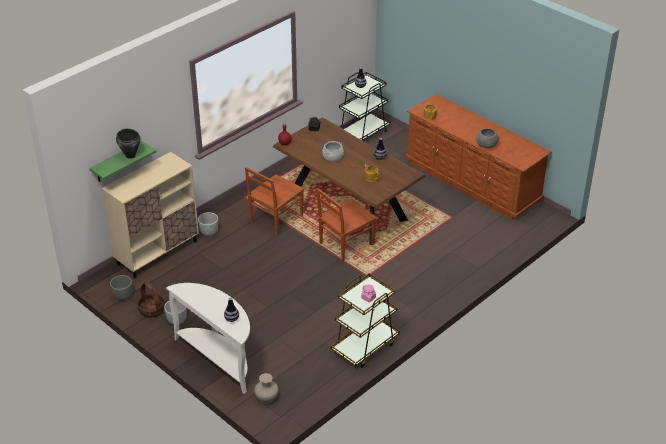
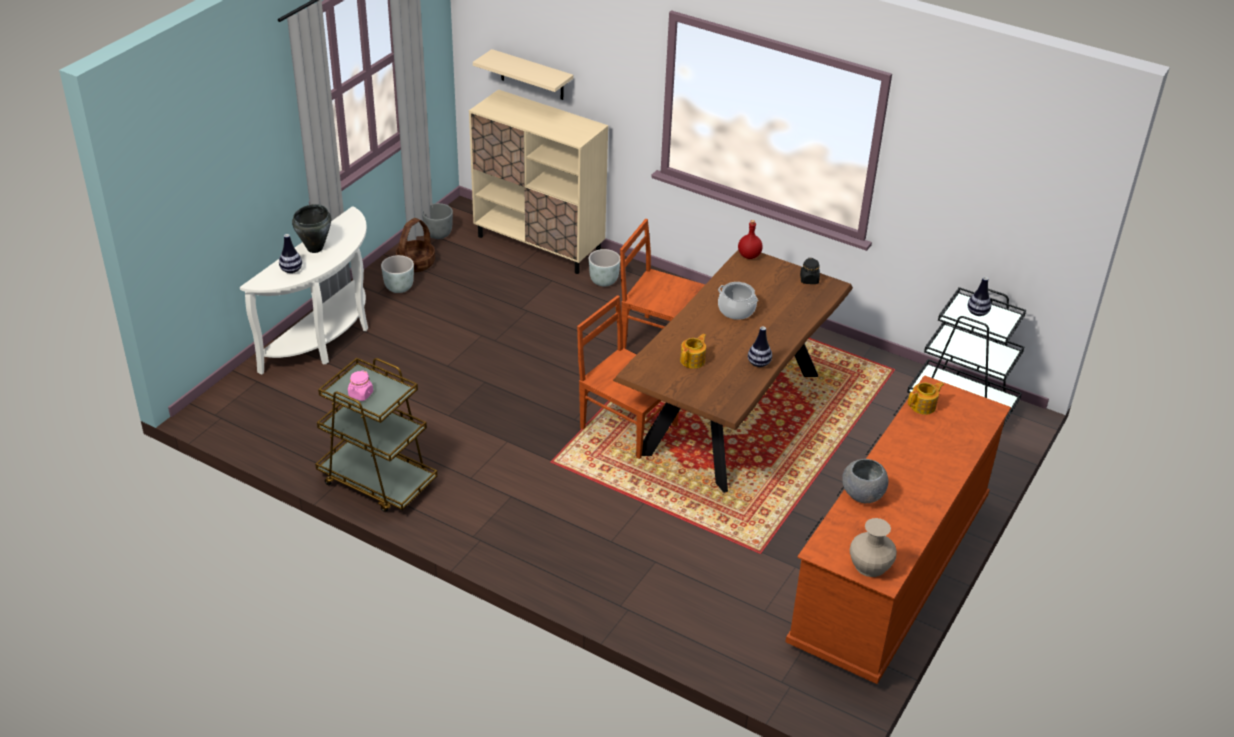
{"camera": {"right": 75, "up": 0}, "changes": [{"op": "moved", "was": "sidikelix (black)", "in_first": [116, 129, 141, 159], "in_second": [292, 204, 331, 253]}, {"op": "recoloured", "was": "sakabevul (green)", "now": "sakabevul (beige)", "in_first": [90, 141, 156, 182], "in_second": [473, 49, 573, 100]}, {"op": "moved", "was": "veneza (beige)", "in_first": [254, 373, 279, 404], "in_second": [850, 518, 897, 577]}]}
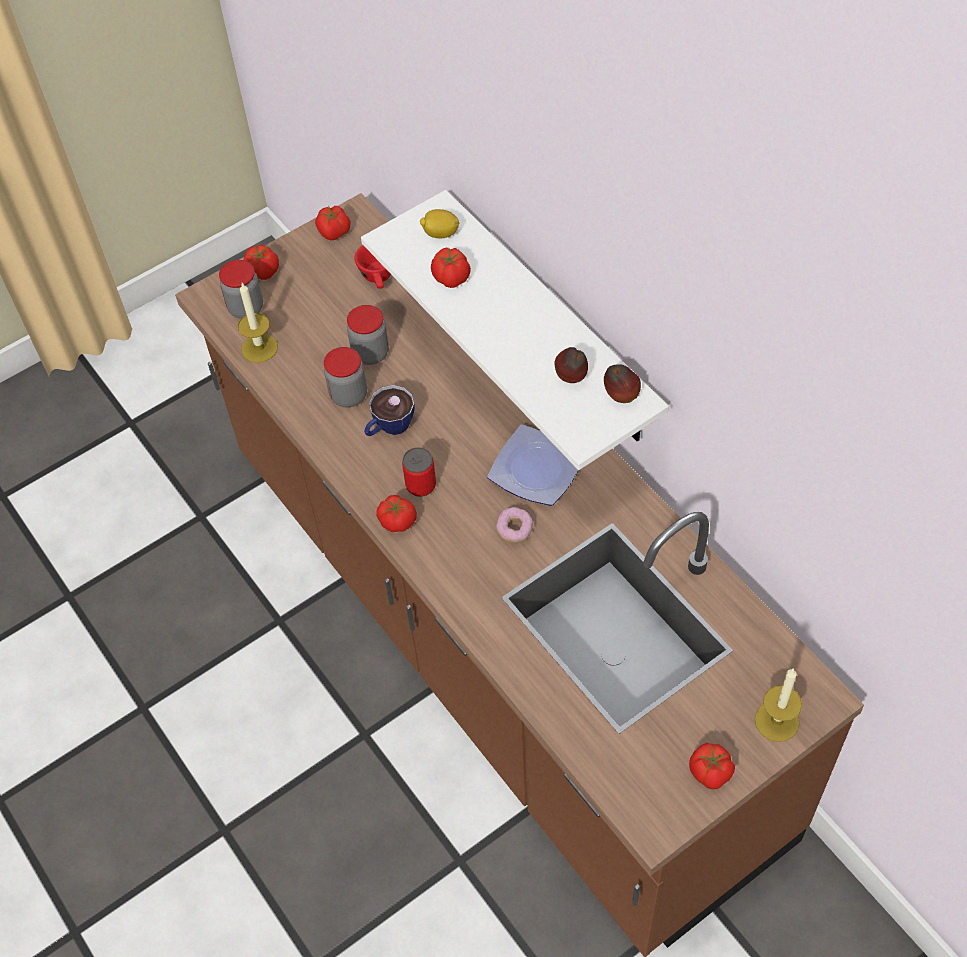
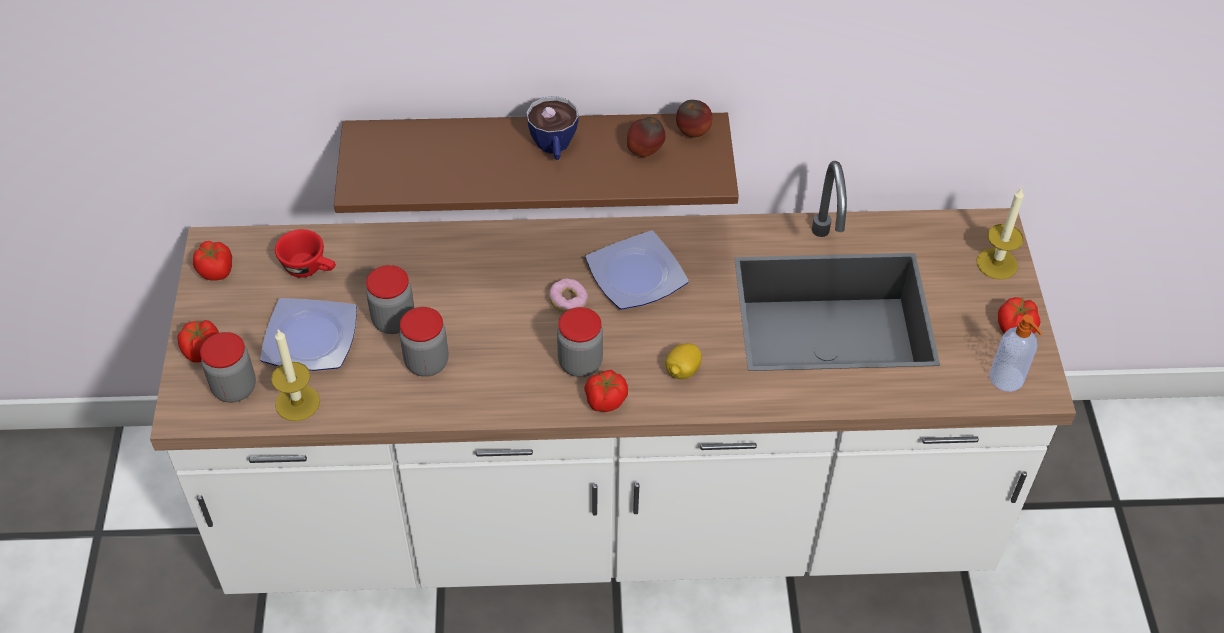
{"camera": {"right": -60, "up": -5}, "changes": [{"op": "recoloured", "was": "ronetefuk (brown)", "now": "ronetefuk (white)", "in_first": [175, 193, 864, 957], "in_second": [150, 161, 1076, 594]}, {"op": "added", "now": "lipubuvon", "in_second": [260, 298, 357, 371]}, {"op": "recoloured", "was": "sakabevul (white)", "now": "sakabevul (brown)", "in_first": [361, 190, 669, 470], "in_second": [334, 113, 739, 213]}, {"op": "moved", "was": "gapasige", "in_first": [364, 385, 415, 436], "in_second": [526, 96, 579, 160]}, {"op": "moved", "was": "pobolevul", "in_first": [496, 507, 533, 543], "in_second": [549, 278, 588, 313]}, {"op": "replaced", "was": "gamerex", "now": "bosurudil", "in_first": [402, 447, 436, 497], "in_second": [557, 307, 603, 377]}, {"op": "moved", "was": "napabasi", "in_first": [420, 209, 459, 238], "in_second": [665, 343, 702, 379]}, {"op": "added", "now": "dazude", "in_second": [989, 314, 1042, 392]}, {"op": "removed", "was": "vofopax", "in_first": [431, 247, 471, 288]}]}
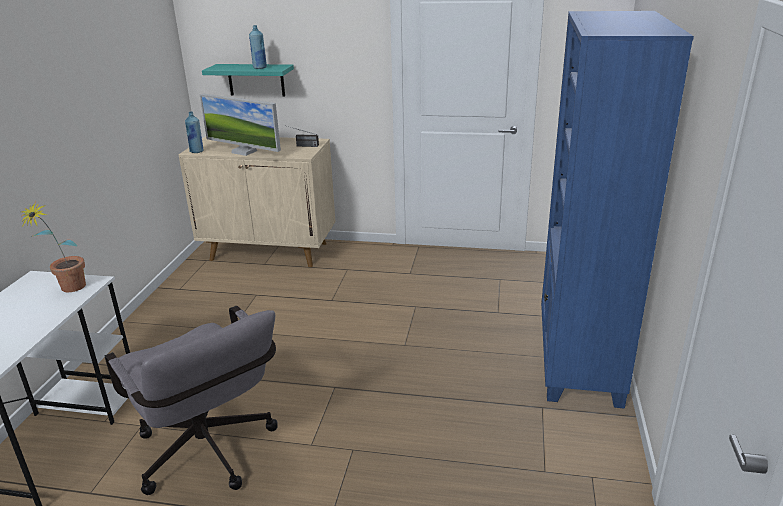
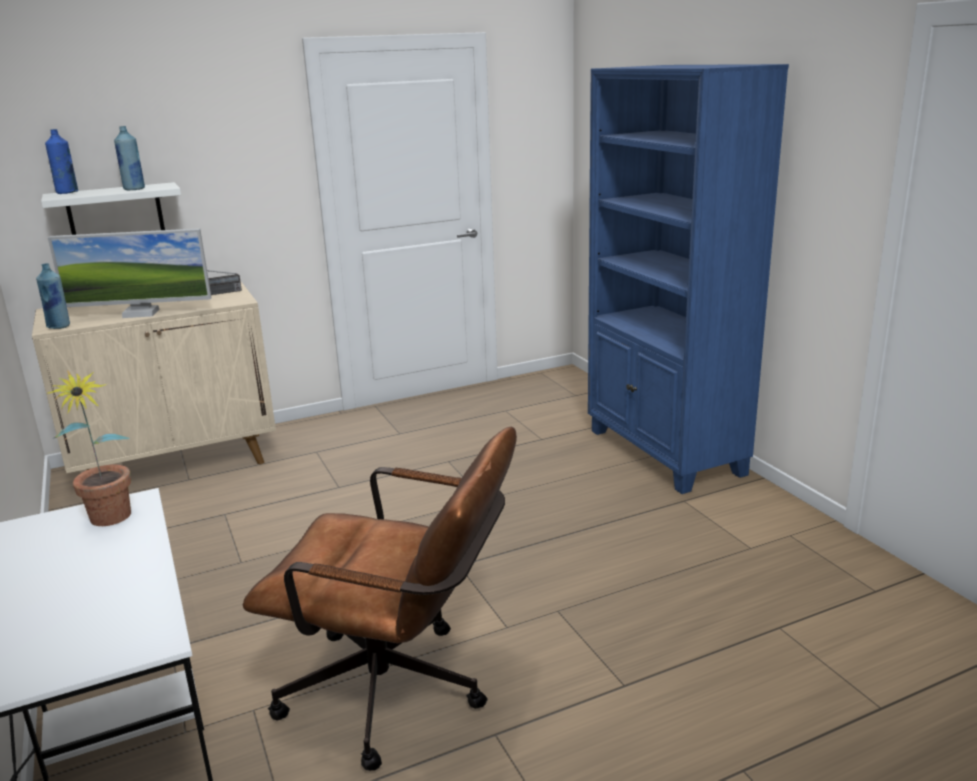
{"camera": {"right": -35, "up": -5}, "changes": [{"op": "recoloured", "was": "sakabevul (turquoise)", "now": "sakabevul (white)", "in_first": [202, 64, 294, 96], "in_second": [41, 182, 181, 235]}, {"op": "added", "now": "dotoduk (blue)", "in_second": [45, 129, 78, 194]}, {"op": "recoloured", "was": "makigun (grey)", "now": "makigun (brown)", "in_first": [105, 305, 278, 495], "in_second": [242, 426, 517, 771]}]}
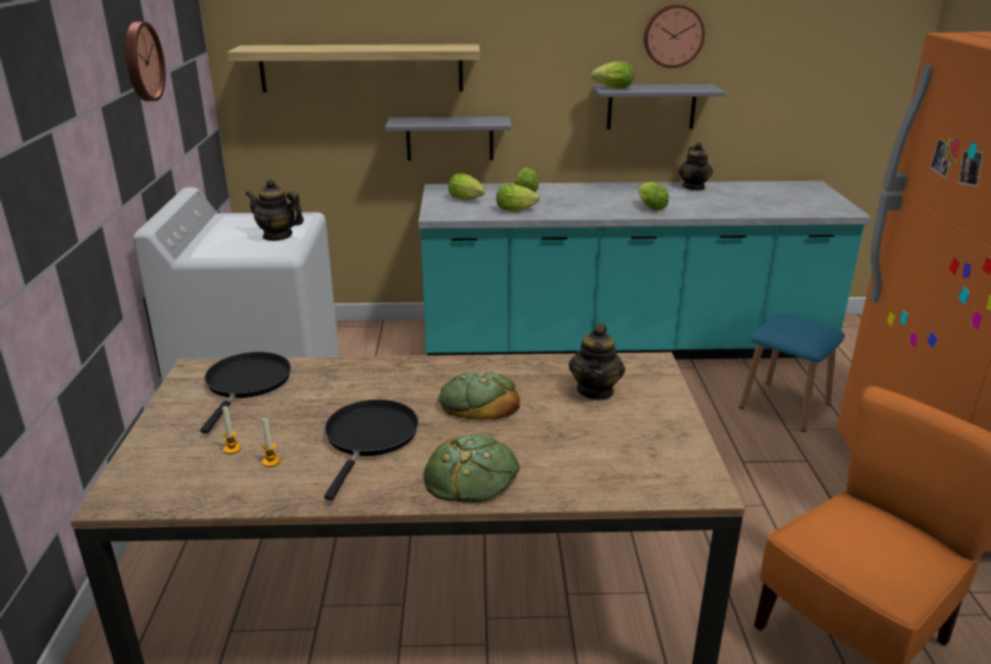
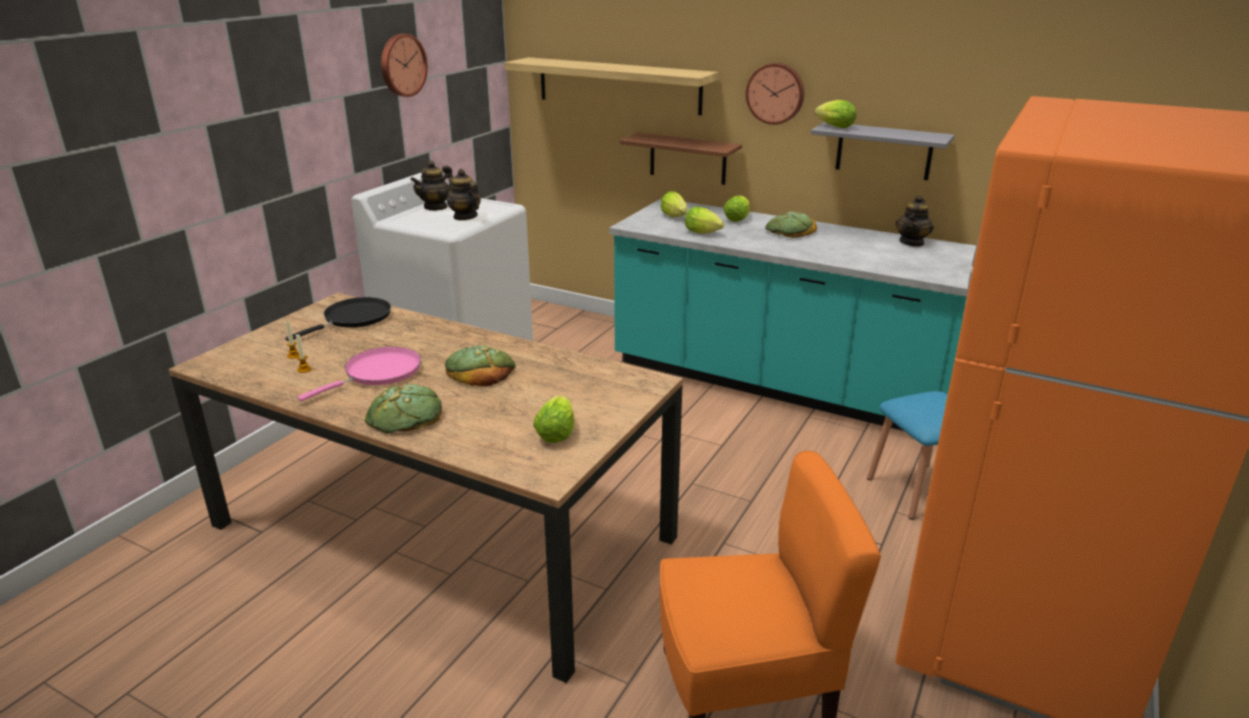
{"camera": {"right": 30, "up": 0}, "changes": [{"op": "recoloured", "was": "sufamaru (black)", "now": "sufamaru (pink)", "in_first": [324, 399, 419, 500], "in_second": [298, 347, 421, 401]}, {"op": "moved", "was": "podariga", "in_first": [569, 324, 625, 400], "in_second": [410, 161, 453, 211]}, {"op": "moved", "was": "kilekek", "in_first": [638, 182, 669, 211], "in_second": [533, 396, 574, 443]}, {"op": "recoloured", "was": "sakabevul (grey)", "now": "sakabevul (brown)", "in_first": [385, 117, 512, 161], "in_second": [619, 133, 742, 185]}, {"op": "moved", "was": "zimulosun", "in_first": [644, 4, 705, 68], "in_second": [746, 63, 804, 125]}, {"op": "added", "now": "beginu", "in_second": [765, 212, 817, 238]}]}
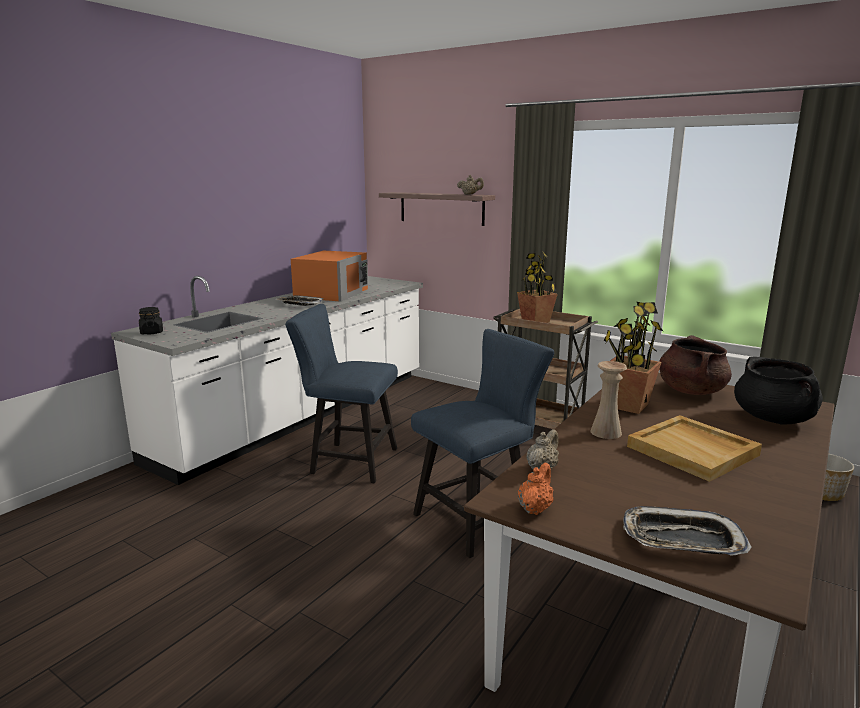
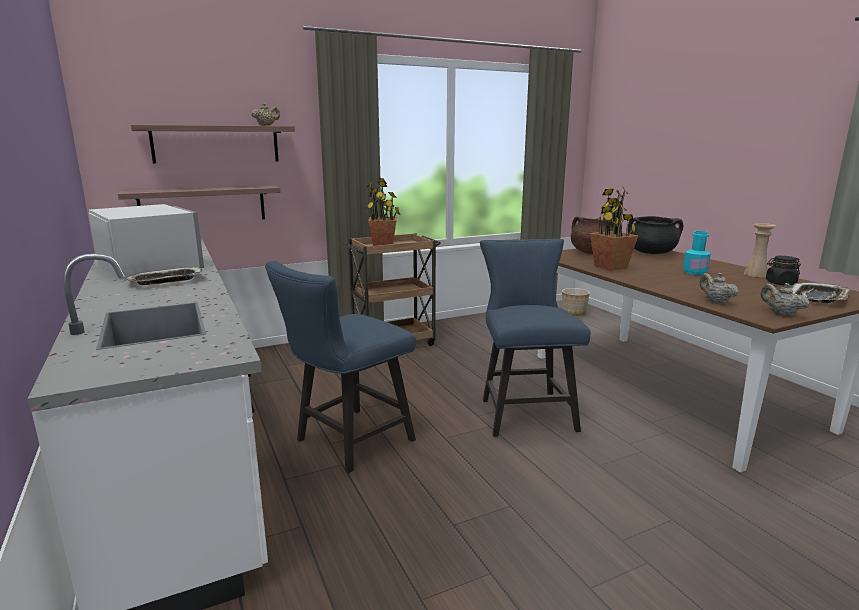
{"camera": {"right": -60, "up": 0}, "changes": [{"op": "recoloured", "was": "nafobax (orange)", "now": "nafobax (white)", "in_first": [291, 251, 368, 302], "in_second": [88, 204, 204, 280]}, {"op": "added", "now": "sakabevul", "in_second": [118, 186, 281, 219]}, {"op": "replaced", "was": "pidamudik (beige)", "now": "dotoduk (turquoise)", "in_first": [627, 415, 762, 482], "in_second": [683, 231, 711, 275]}, {"op": "moved", "was": "veneza (beige)", "in_first": [591, 361, 627, 439], "in_second": [744, 223, 776, 277]}, {"op": "recoloured", "was": "podariga (orange)", "now": "podariga (beige)", "in_first": [518, 463, 554, 515], "in_second": [760, 283, 810, 316]}, {"op": "moved", "was": "bosurudil (black)", "in_first": [139, 307, 163, 334], "in_second": [766, 256, 801, 285]}]}
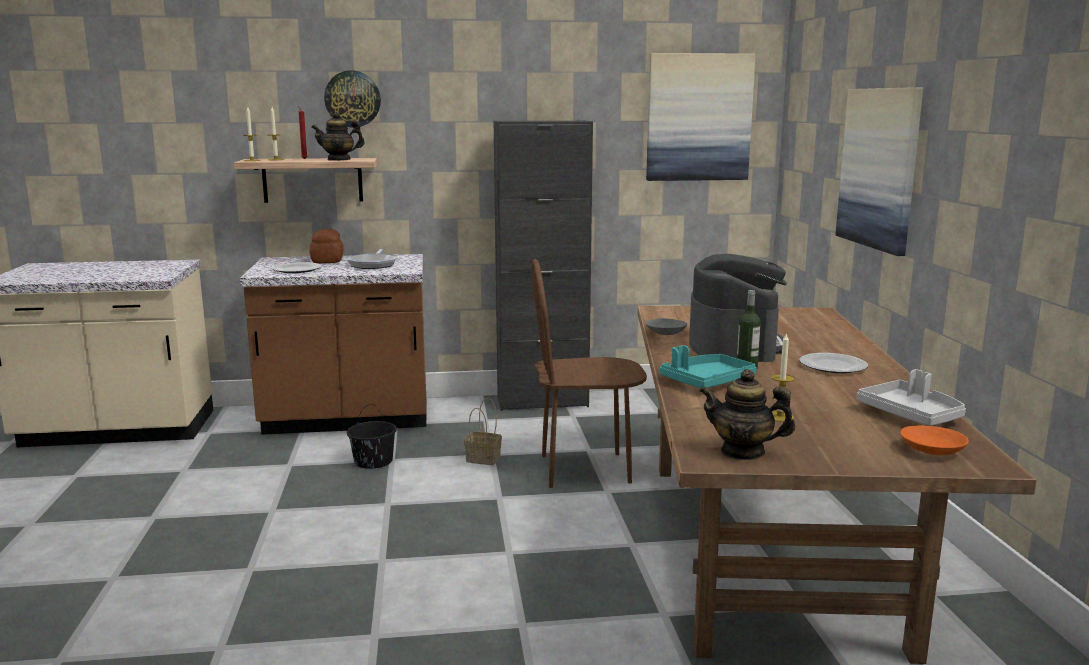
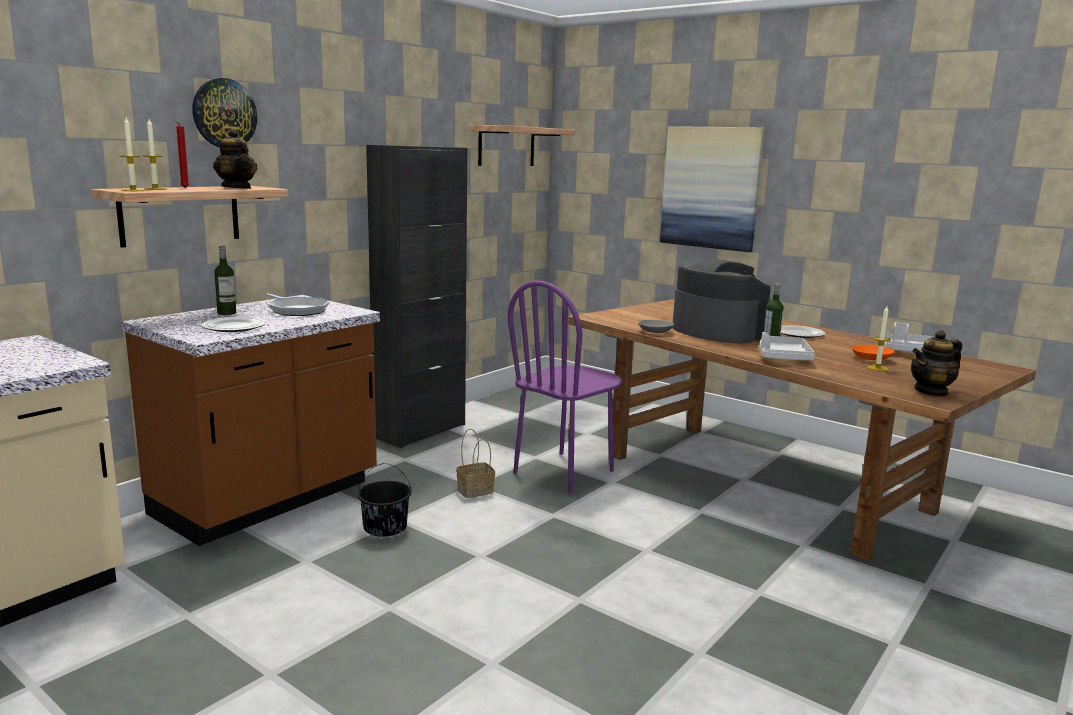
{"camera": {"right": -45, "up": 0}, "changes": [{"op": "turned", "was": "podariga", "in_first": [311, 112, 365, 161], "in_second": [213, 129, 257, 189], "clockwise": -75}, {"op": "replaced", "was": "beginu", "now": "dotoduk", "in_first": [309, 229, 344, 263], "in_second": [214, 246, 236, 315]}, {"op": "replaced", "was": "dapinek", "now": "sakabevul", "in_first": [646, 53, 756, 181], "in_second": [469, 125, 575, 166]}, {"op": "recoloured", "was": "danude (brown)", "now": "danude (purple)", "in_first": [532, 259, 647, 488], "in_second": [508, 280, 622, 494]}, {"op": "recoloured", "was": "pidamudik (turquoise)", "now": "pidamudik (grey)", "in_first": [660, 345, 757, 388], "in_second": [759, 332, 815, 361]}, {"op": "moved", "was": "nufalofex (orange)", "in_first": [900, 426, 969, 455], "in_second": [852, 345, 895, 361]}]}
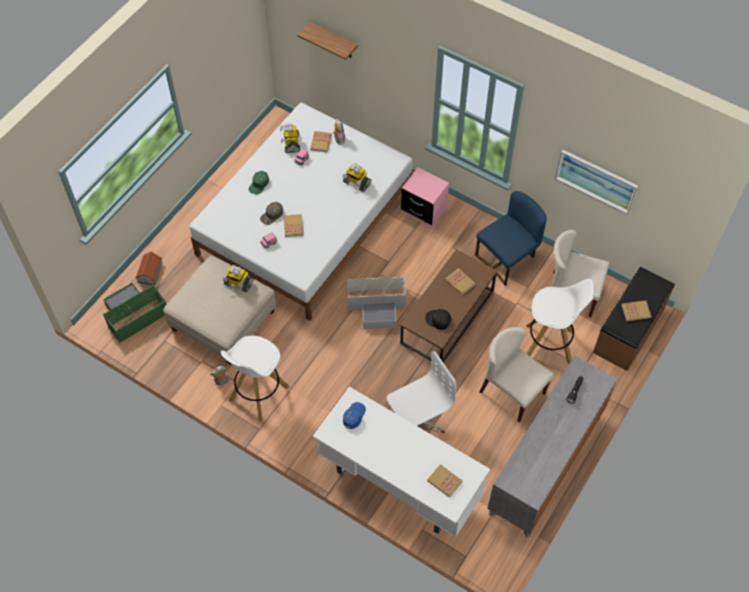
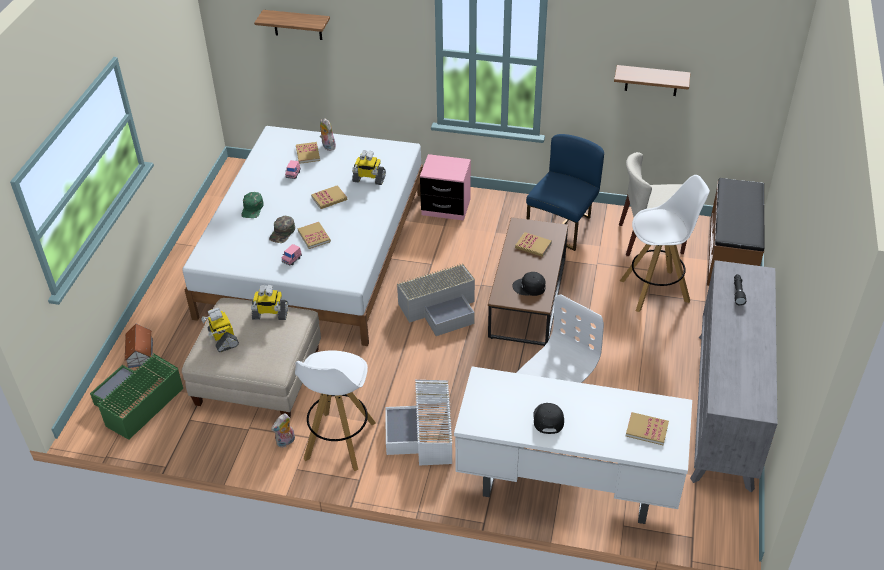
{"camera": {"right": -20, "up": -15}, "changes": [{"op": "moved", "was": "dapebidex", "in_first": [280, 123, 300, 153], "in_second": [201, 307, 239, 352]}, {"op": "moved", "was": "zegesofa", "in_first": [622, 300, 651, 321], "in_second": [311, 185, 347, 209]}, {"op": "added", "now": "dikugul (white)", "in_second": [385, 380, 453, 466]}, {"op": "added", "now": "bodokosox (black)", "in_second": [533, 403, 564, 434]}, {"op": "replaced", "was": "dapinek", "now": "sakabevul", "in_first": [555, 150, 638, 215], "in_second": [614, 65, 690, 96]}, {"op": "removed", "was": "bodokosox (blue)", "in_first": [343, 402, 366, 429]}, {"op": "removed", "was": "danude (beige)", "in_first": [480, 327, 554, 423]}]}
